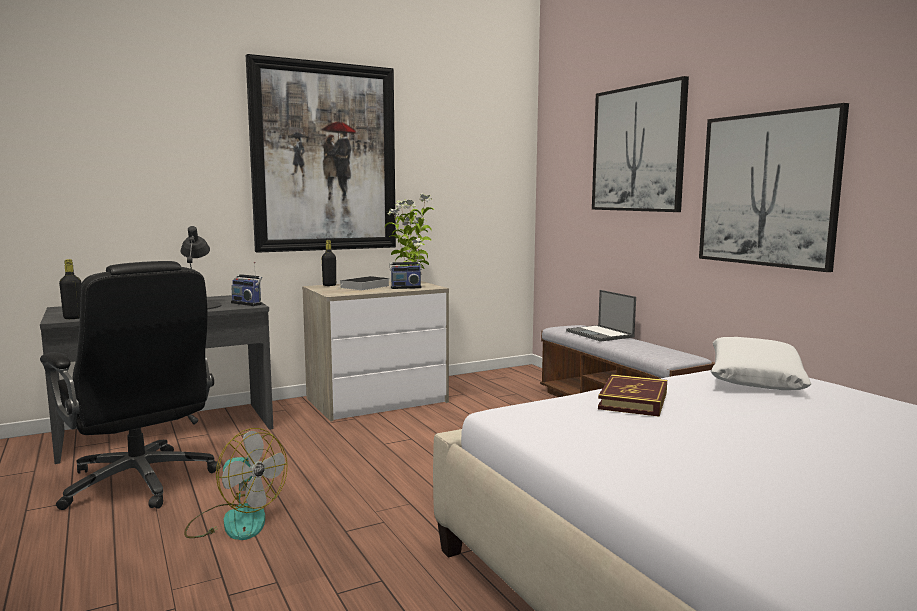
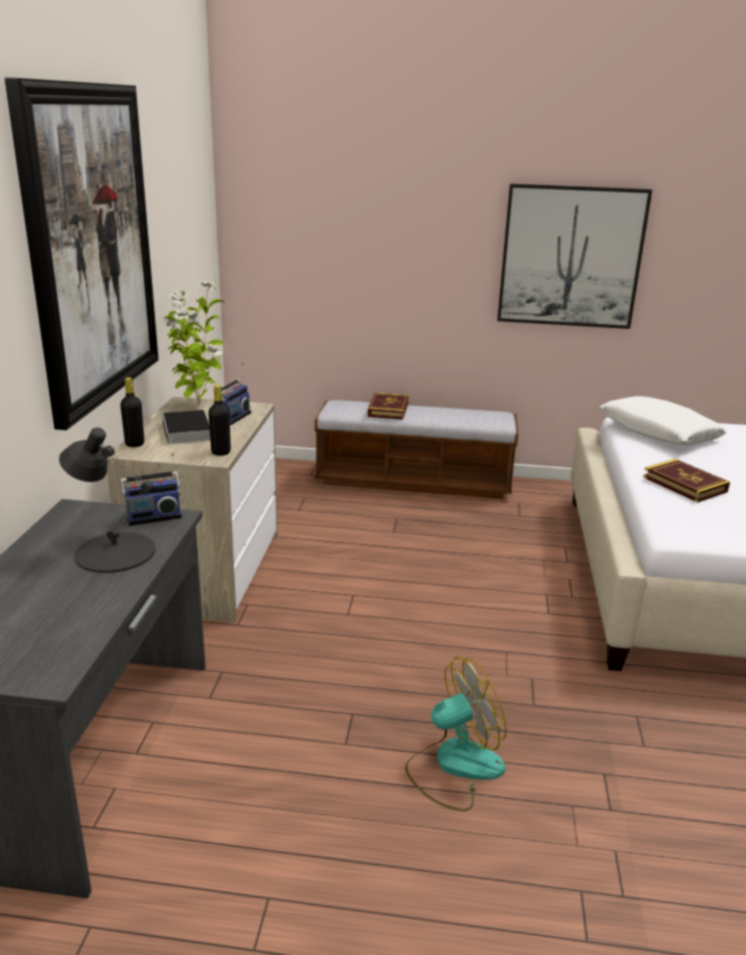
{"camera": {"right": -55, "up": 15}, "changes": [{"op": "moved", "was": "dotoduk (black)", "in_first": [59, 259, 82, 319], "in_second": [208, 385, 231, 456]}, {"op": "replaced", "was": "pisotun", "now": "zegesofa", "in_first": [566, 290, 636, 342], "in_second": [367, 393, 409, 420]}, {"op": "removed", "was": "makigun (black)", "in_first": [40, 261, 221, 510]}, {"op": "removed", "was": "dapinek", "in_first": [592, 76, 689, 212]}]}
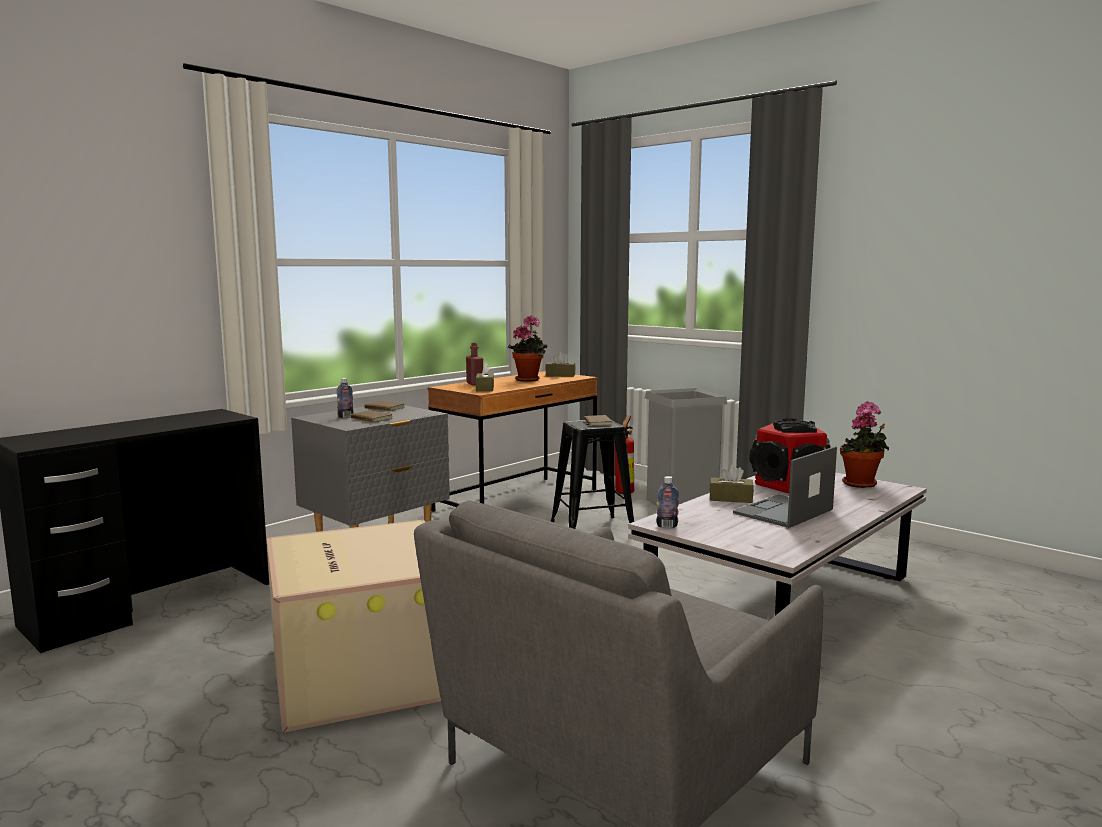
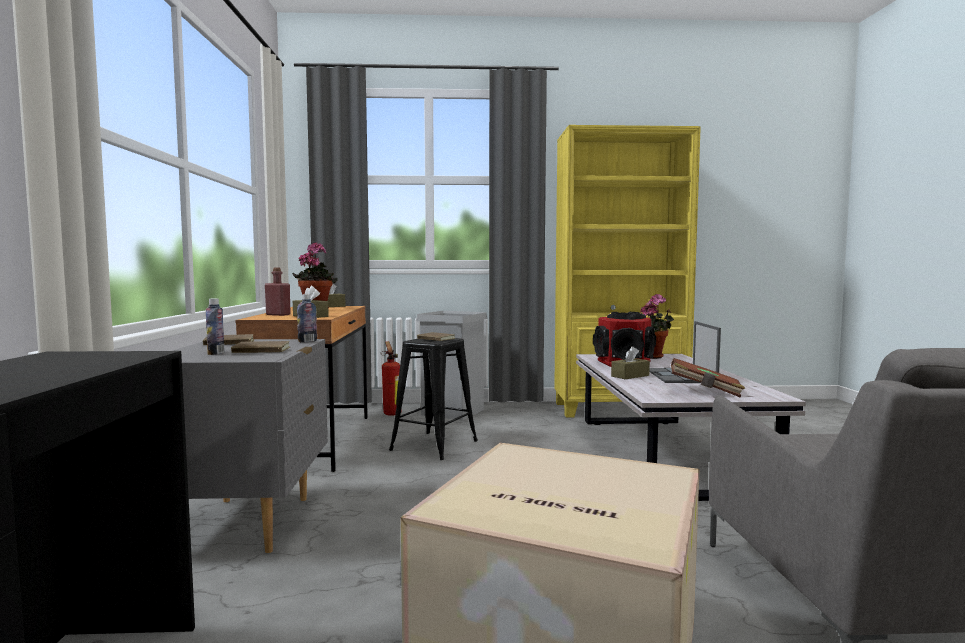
{"camera": {"right": -45, "up": -5}, "changes": [{"op": "moved", "was": "dotoduk", "in_first": [656, 476, 679, 528], "in_second": [297, 294, 317, 342]}, {"op": "added", "now": "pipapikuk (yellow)", "in_second": [554, 125, 701, 417]}, {"op": "added", "now": "zegesofa (brown)", "in_second": [671, 358, 745, 398]}]}
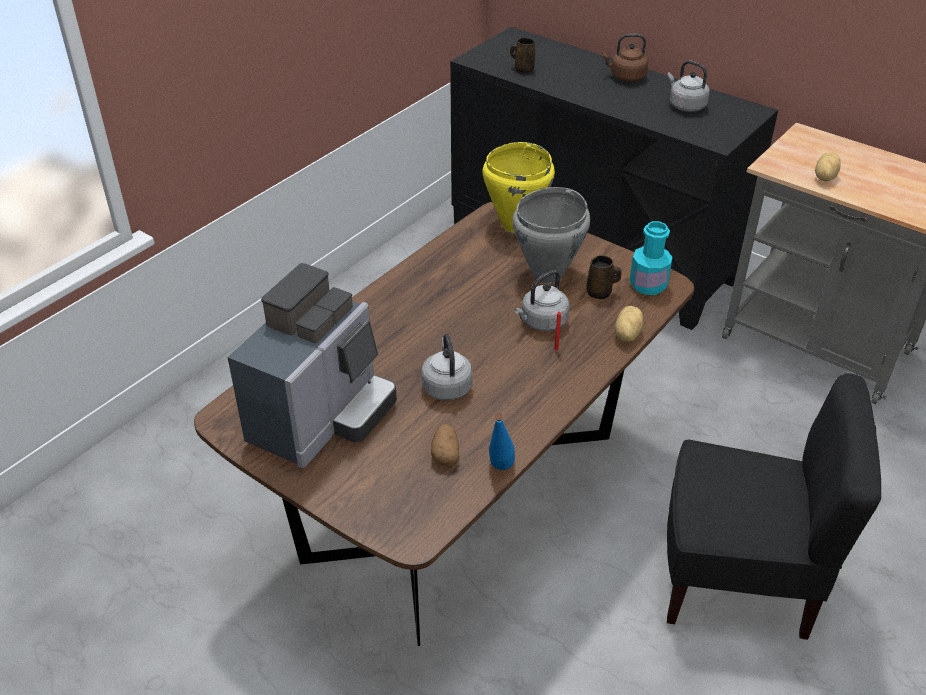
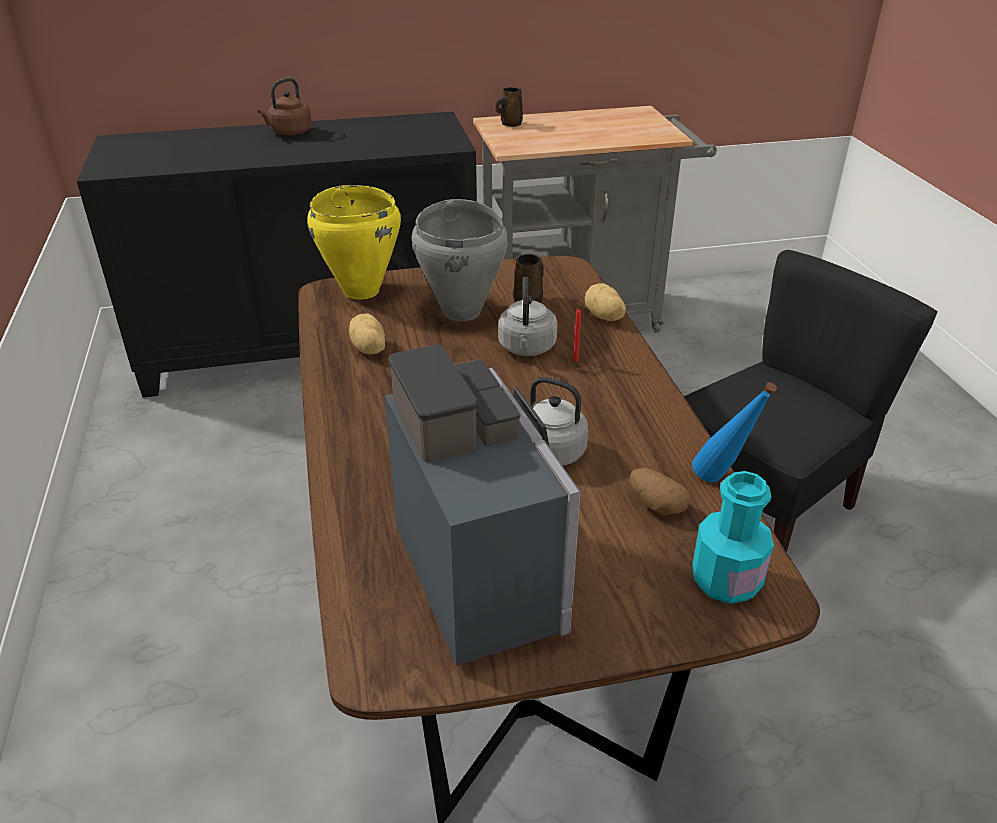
{"camera": {"right": -50, "up": -5}, "changes": [{"op": "moved", "was": "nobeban", "in_first": [815, 152, 841, 181], "in_second": [349, 314, 385, 355]}, {"op": "moved", "was": "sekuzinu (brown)", "in_first": [510, 38, 535, 74], "in_second": [495, 87, 523, 127]}, {"op": "moved", "was": "dotoduk (turquoise)", "in_first": [630, 221, 673, 295], "in_second": [692, 471, 774, 604]}, {"op": "removed", "was": "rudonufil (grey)", "in_first": [667, 61, 710, 112]}]}
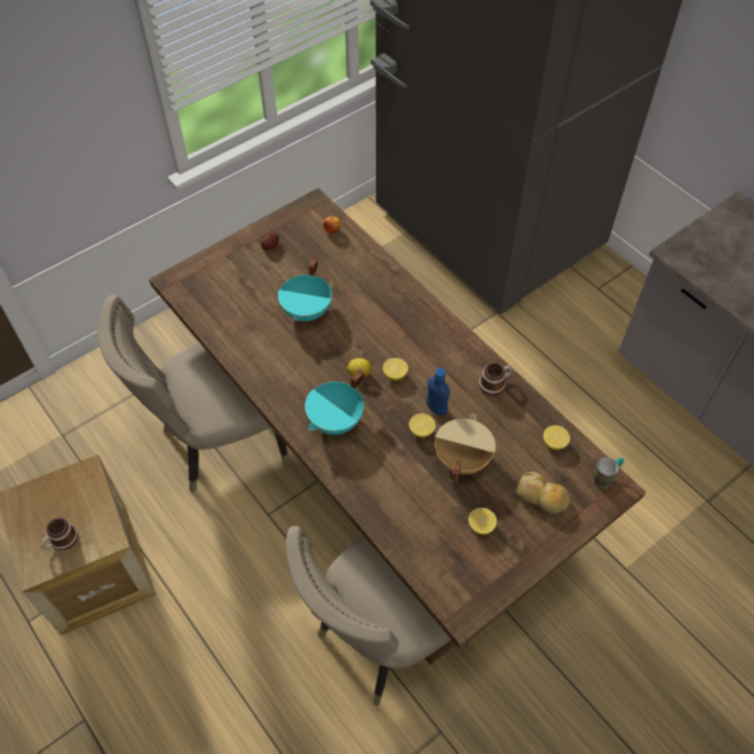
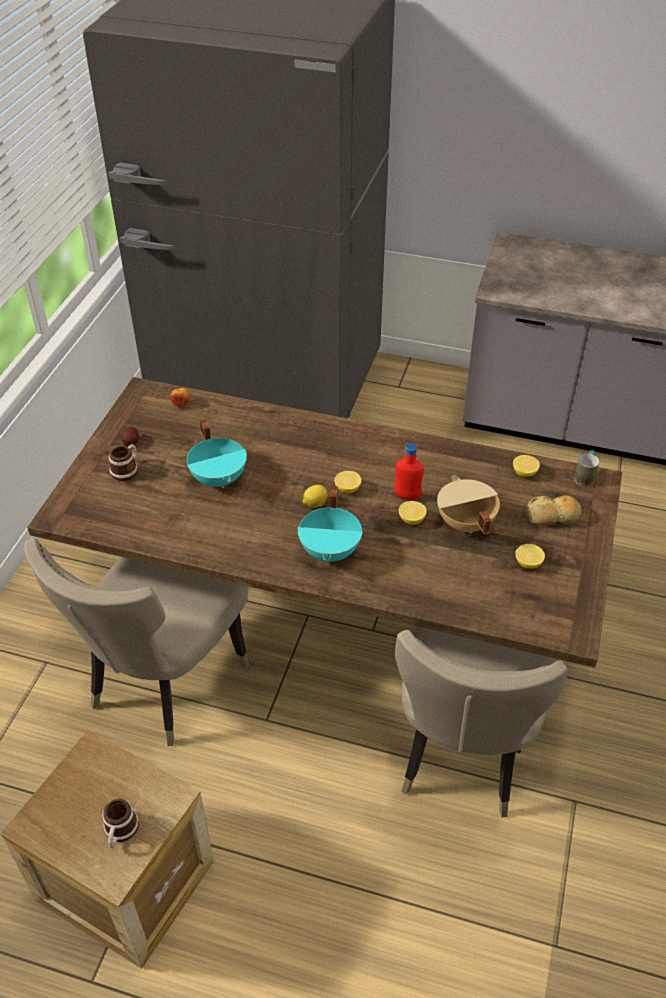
{"camera": {"right": -35, "up": -10}, "changes": [{"op": "moved", "was": "sekuzinu", "in_first": [479, 363, 512, 395], "in_second": [109, 444, 138, 481]}, {"op": "recoloured", "was": "dotoduk (blue)", "now": "dotoduk (red)", "in_first": [426, 367, 450, 415], "in_second": [394, 443, 424, 500]}]}
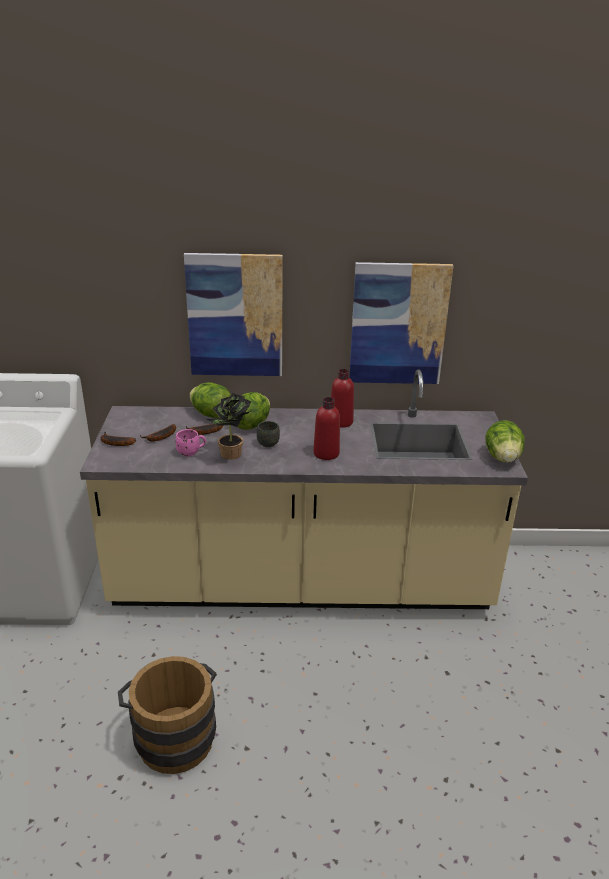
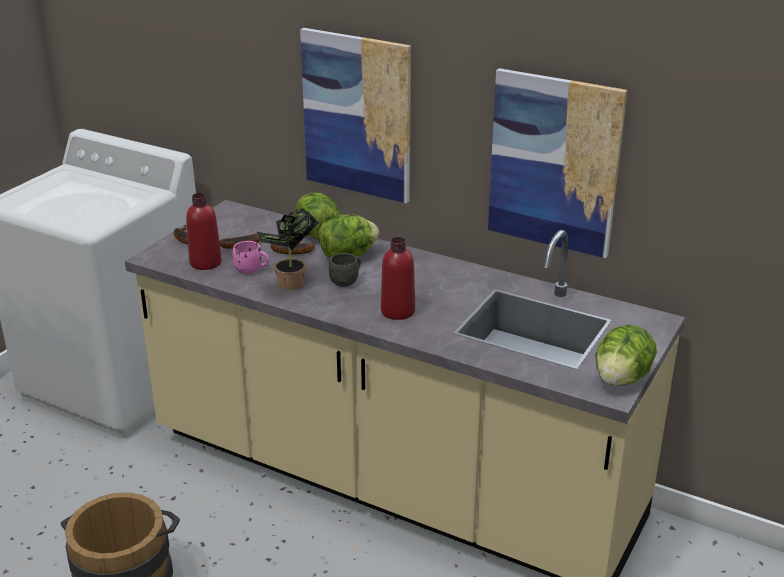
{"camera": {"right": 30, "up": 0}, "changes": [{"op": "moved", "was": "dotoduk (red)", "in_first": [331, 369, 354, 428], "in_second": [186, 193, 222, 270]}]}
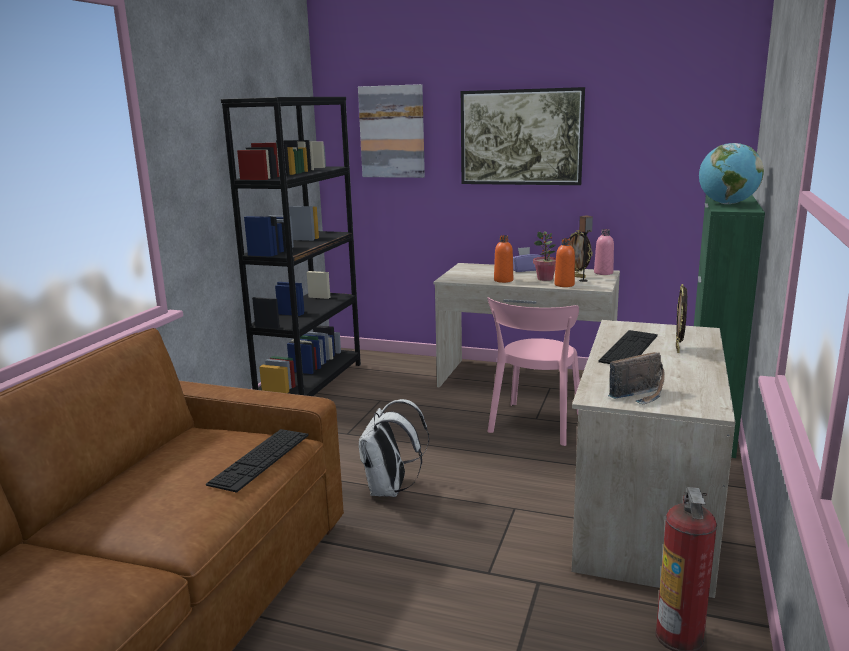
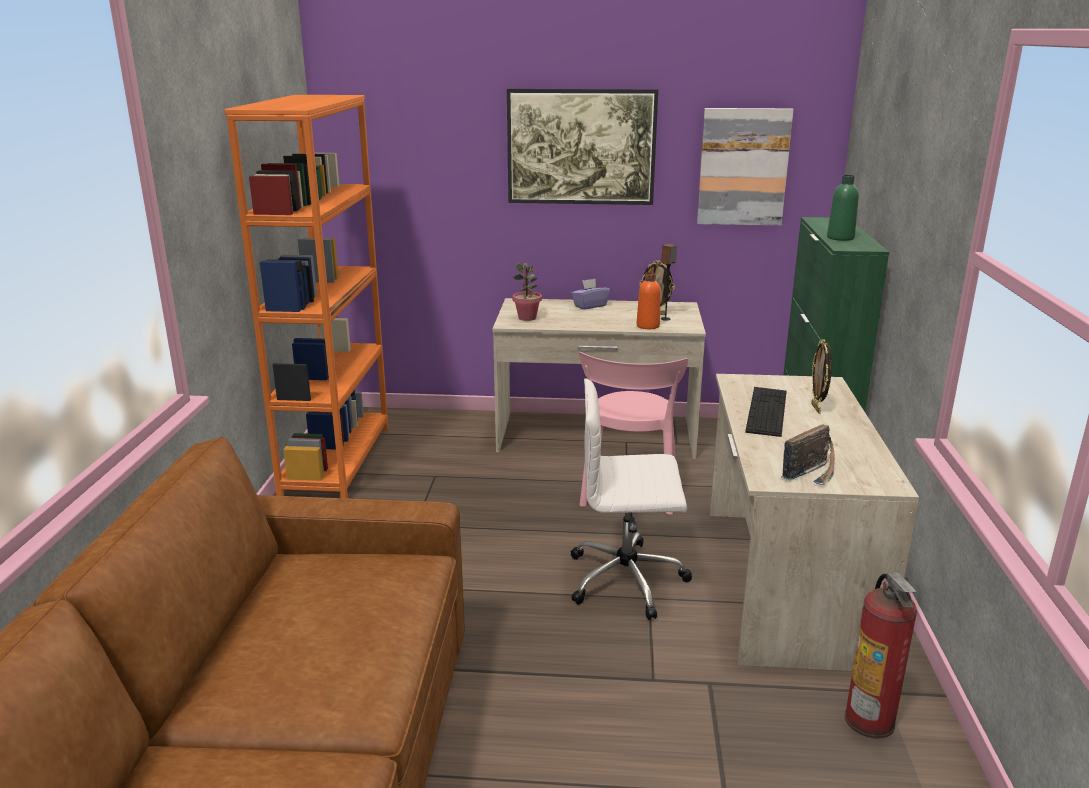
{"camera": {"right": -15, "up": 5}, "changes": [{"op": "recoloured", "was": "pipapikuk (black)", "now": "pipapikuk (orange)", "in_first": [221, 97, 361, 396], "in_second": [225, 95, 389, 498]}, {"op": "moved", "was": "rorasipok", "in_first": [533, 231, 556, 281], "in_second": [512, 263, 542, 321]}, {"op": "added", "now": "makigun (white)", "in_second": [571, 378, 692, 620]}, {"op": "moved", "was": "dapinek", "in_first": [358, 84, 425, 178], "in_second": [697, 108, 794, 226]}, {"op": "replaced", "was": "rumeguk", "now": "dotoduk (green)", "in_first": [699, 143, 764, 204], "in_second": [827, 175, 859, 241]}, {"op": "removed", "was": "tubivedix", "in_first": [206, 429, 309, 493]}, {"op": "removed", "was": "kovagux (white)", "in_first": [359, 399, 429, 497]}, {"op": "removed", "was": "dotoduk (orange)", "in_first": [494, 235, 513, 283]}, {"op": "removed", "was": "dotoduk (pink)", "in_first": [594, 229, 614, 275]}]}
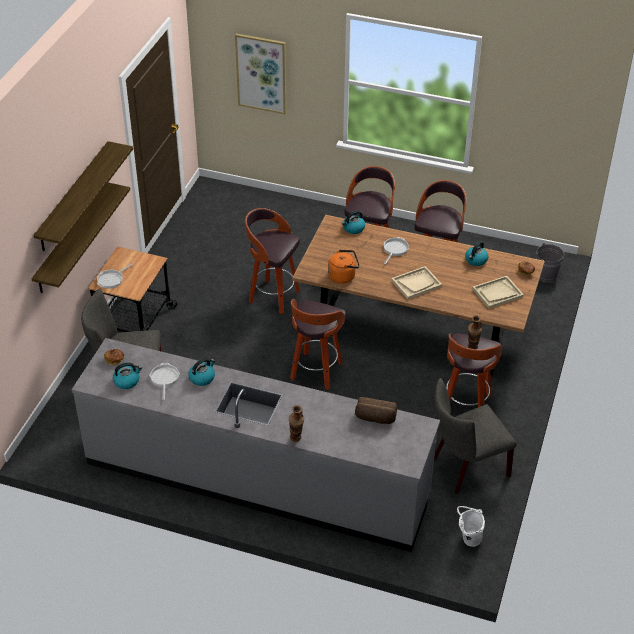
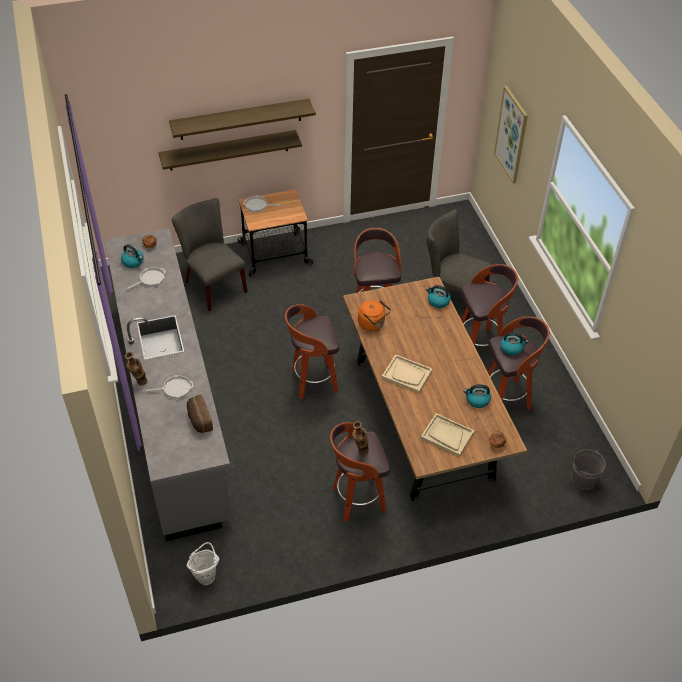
{"camera": {"right": 55, "up": 5}, "changes": [{"op": "moved", "was": "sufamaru", "in_first": [384, 237, 409, 265], "in_second": [143, 375, 193, 399]}, {"op": "moved", "was": "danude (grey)", "in_first": [434, 378, 517, 494], "in_second": [427, 209, 492, 323]}, {"op": "moved", "was": "rudonufil", "in_first": [189, 358, 215, 386], "in_second": [500, 332, 529, 355]}]}
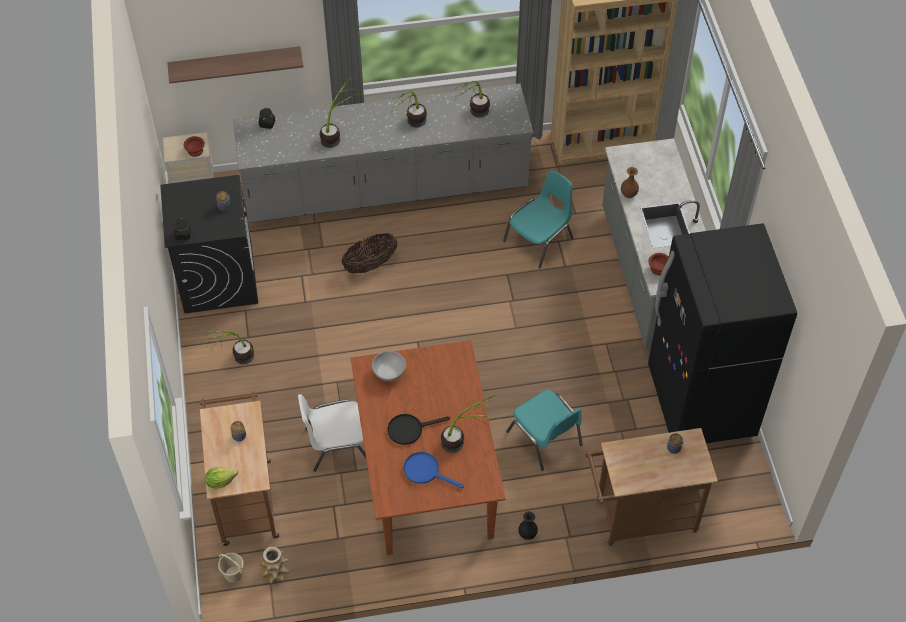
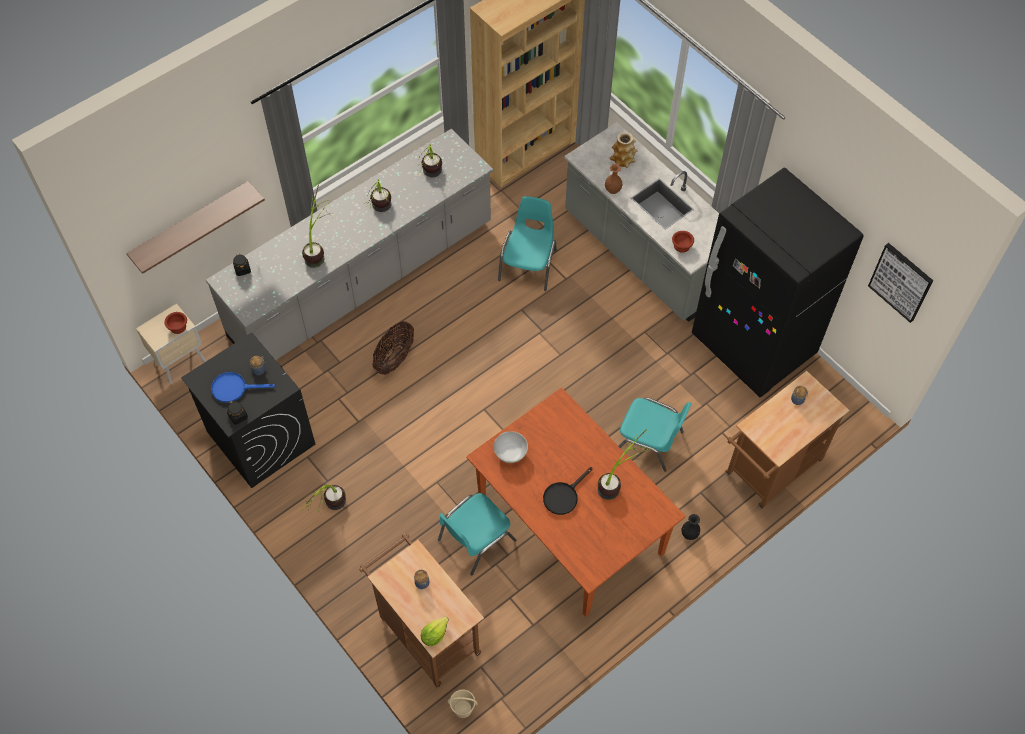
{"camera": {"right": -30, "up": 5}, "changes": [{"op": "moved", "was": "sufamaru (blue)", "in_first": [404, 452, 464, 488], "in_second": [211, 372, 275, 403]}, {"op": "recoloured", "was": "danude (white)", "now": "danude (turquoise)", "in_first": [298, 394, 366, 472], "in_second": [438, 493, 516, 575]}, {"op": "moved", "was": "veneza", "in_first": [260, 547, 290, 583], "in_second": [610, 132, 638, 168]}, {"op": "added", "now": "dapinek", "in_second": [868, 243, 933, 323]}]}
